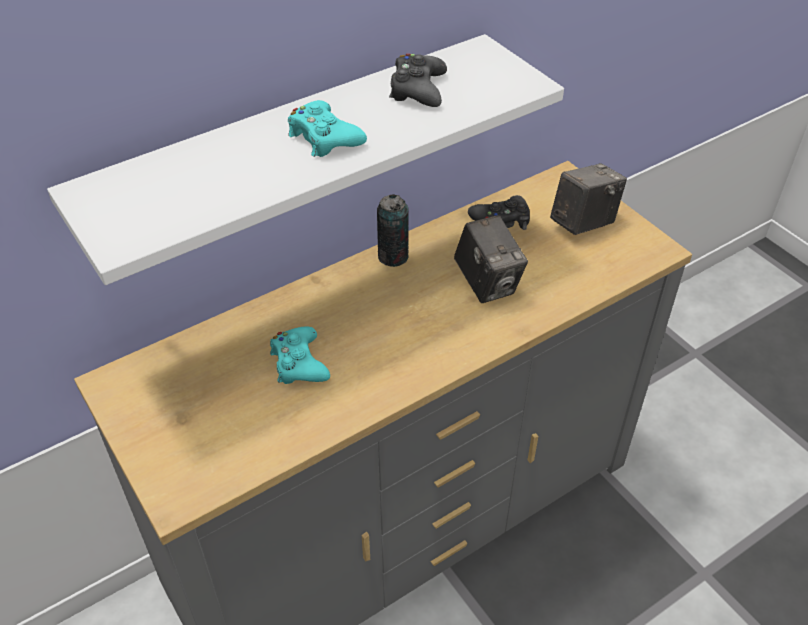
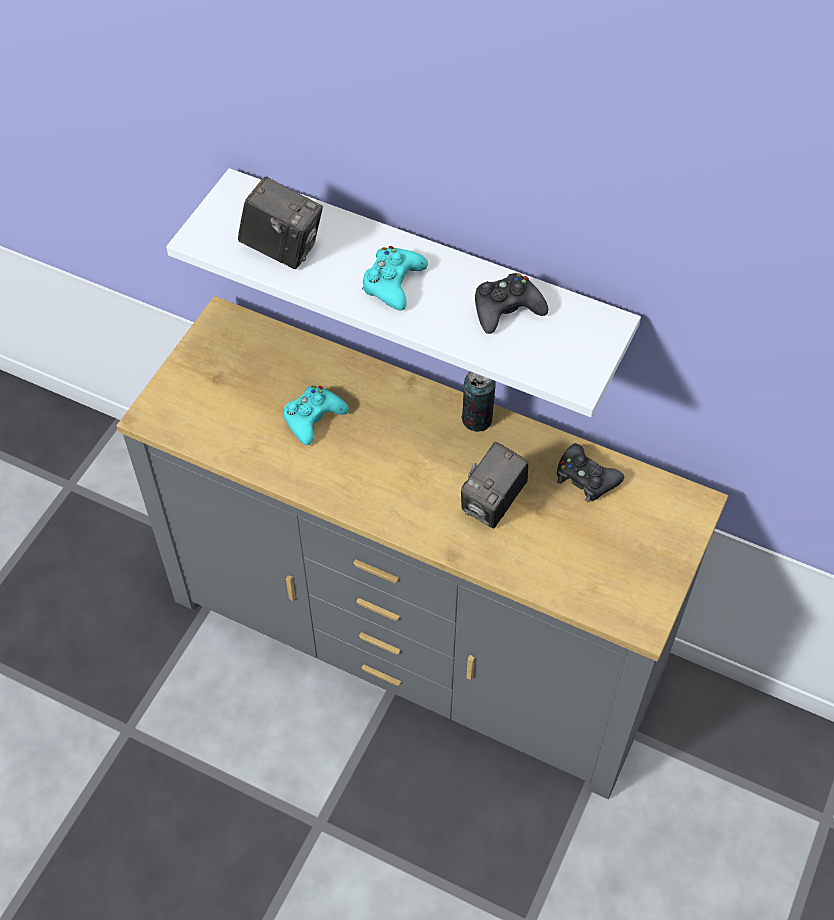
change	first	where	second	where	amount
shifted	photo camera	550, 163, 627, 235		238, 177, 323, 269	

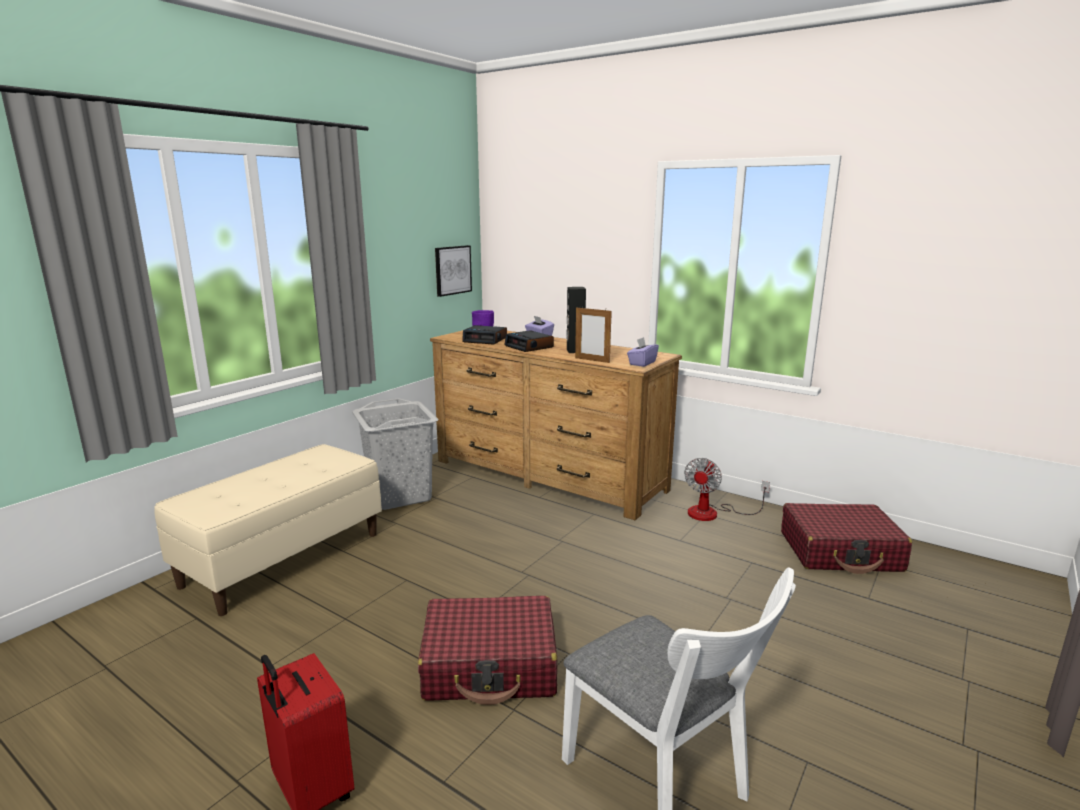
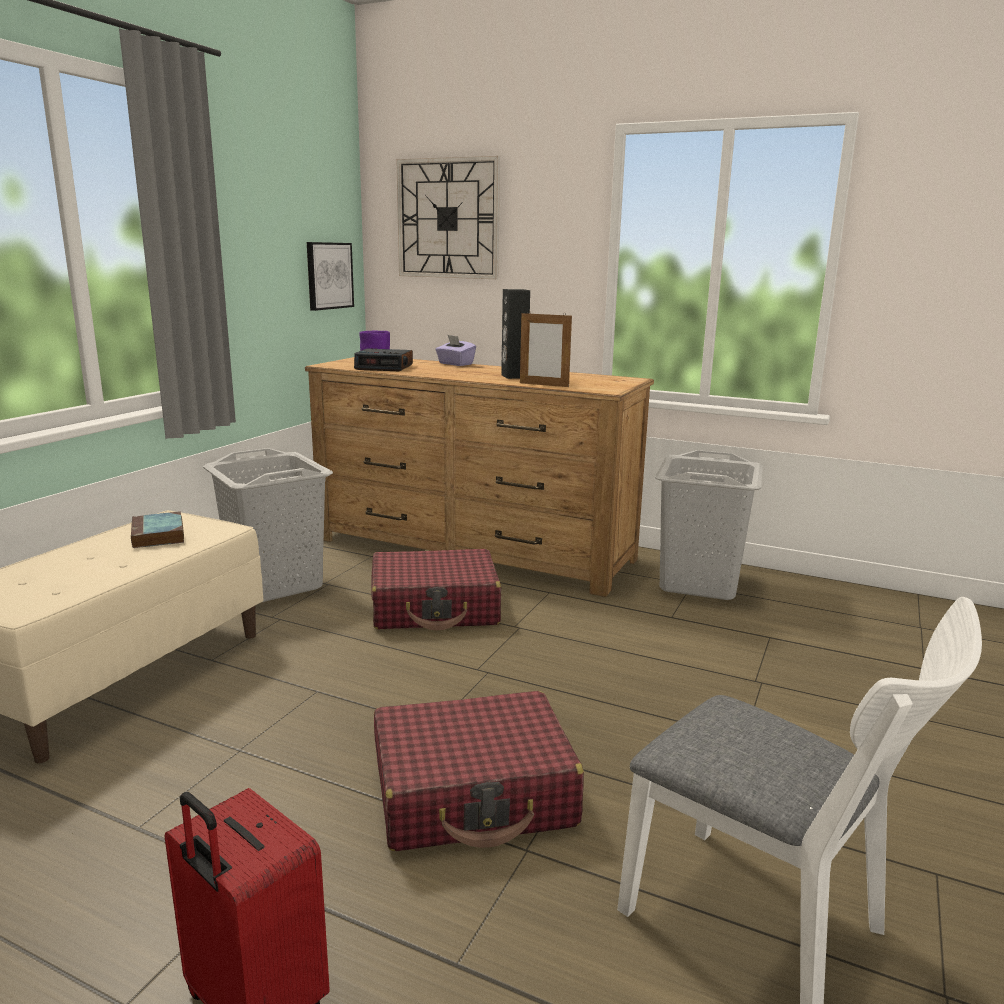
change	first	where	second	where	amount
gone	table clock	504, 330, 554, 352			
gone	purple-coloured tissue box	627, 337, 659, 367			
new			volume	131, 511, 184, 548	
new			wall clock	396, 156, 500, 279	
shifted	red suitcase	781, 503, 912, 574		371, 549, 501, 630	
swapped	cooling fan	684, 458, 770, 521	greyish hamper	655, 450, 763, 600	

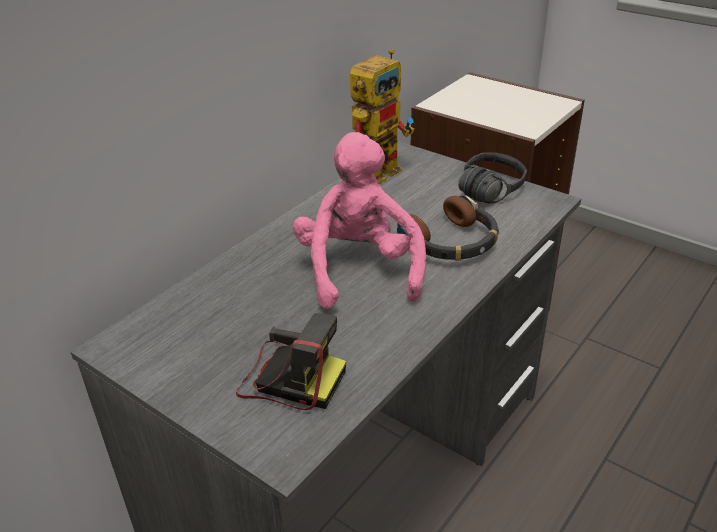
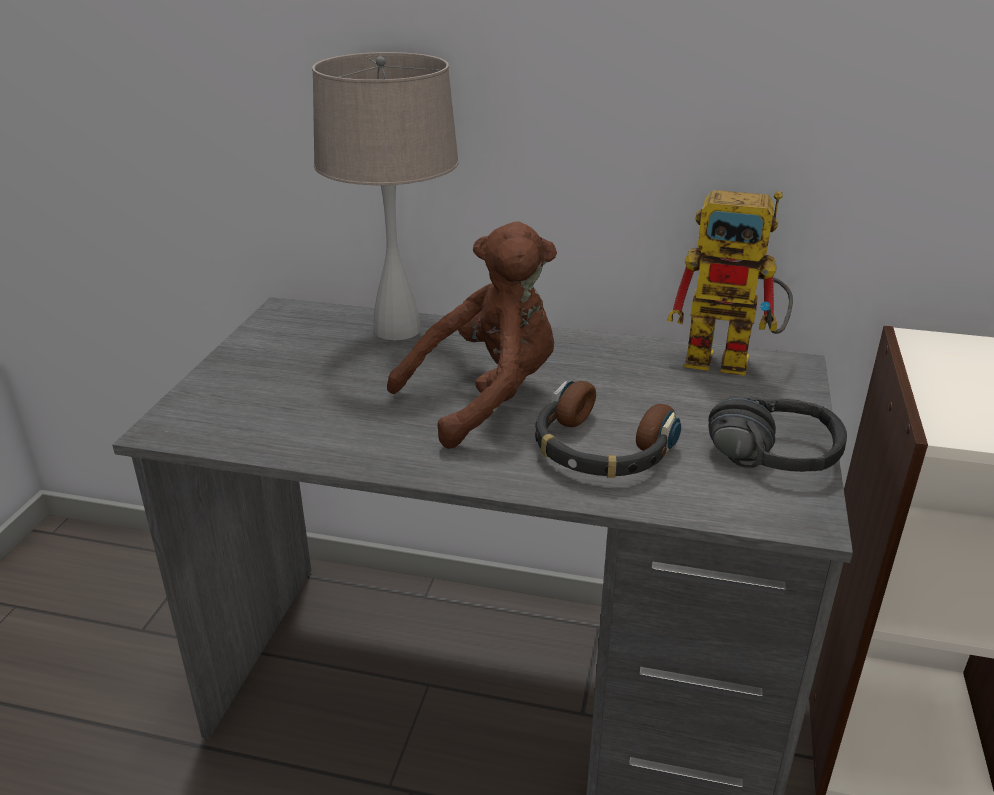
change	first	where	second	where	amount
gone	photo camera	236, 313, 346, 410			
new			beige tabletop lamp	312, 52, 459, 341	
repainted	pinkish soft toy	293, 132, 426, 309	brown soft toy	387, 222, 557, 449	

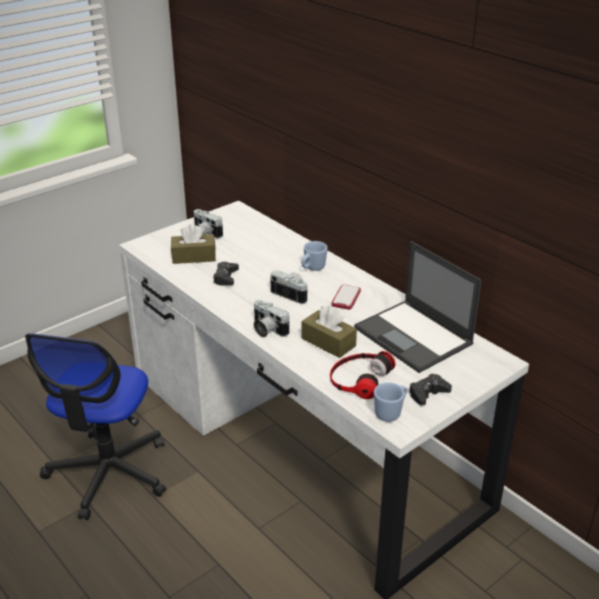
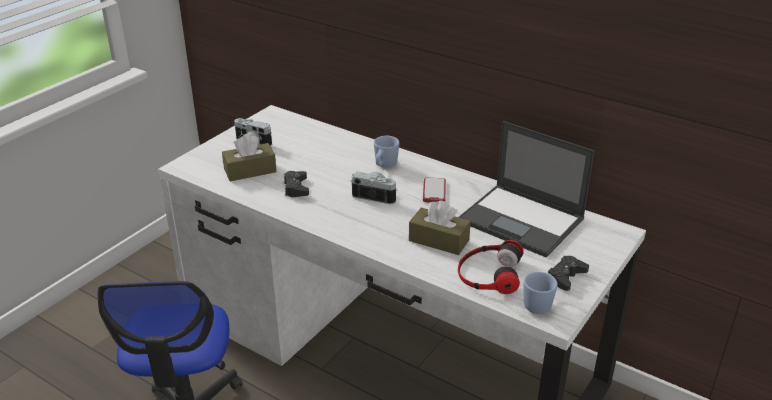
change	first	where	second	where	amount
gone	photo camera	254, 300, 289, 337			

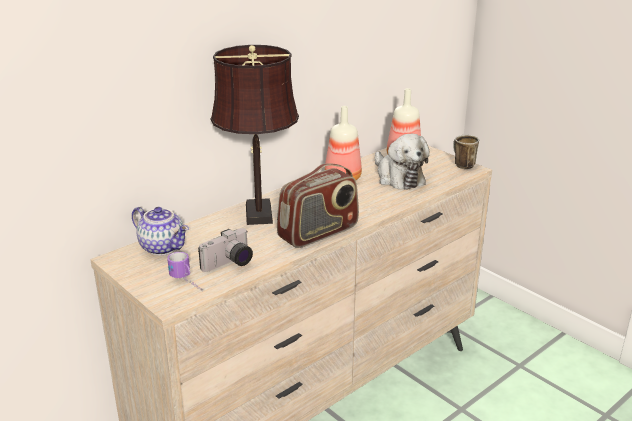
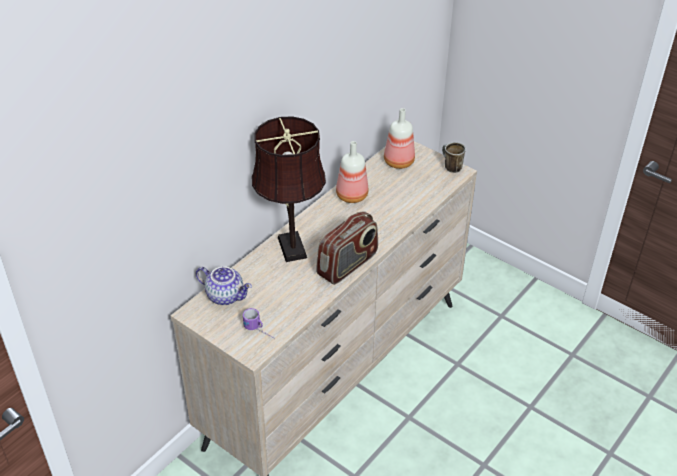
change	first	where	second	where	amount
gone	photo camera	198, 228, 253, 272			
gone	soft toy	375, 134, 430, 190			

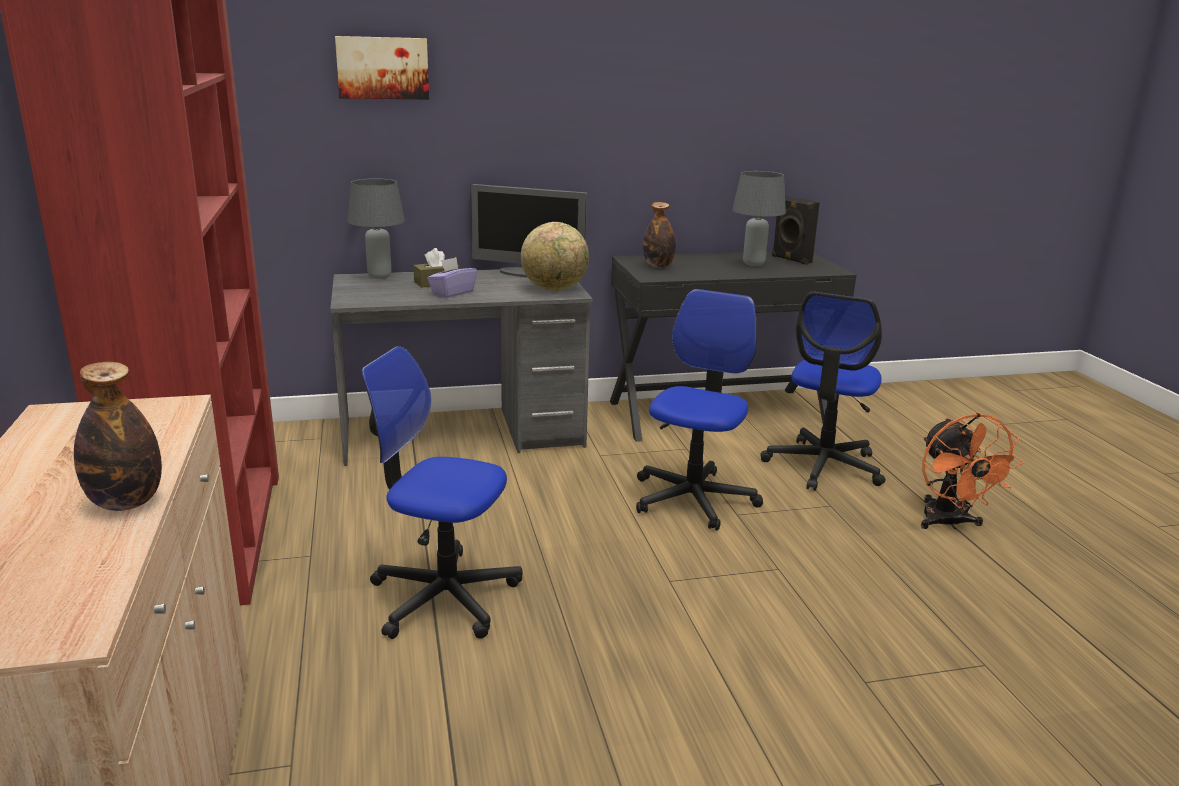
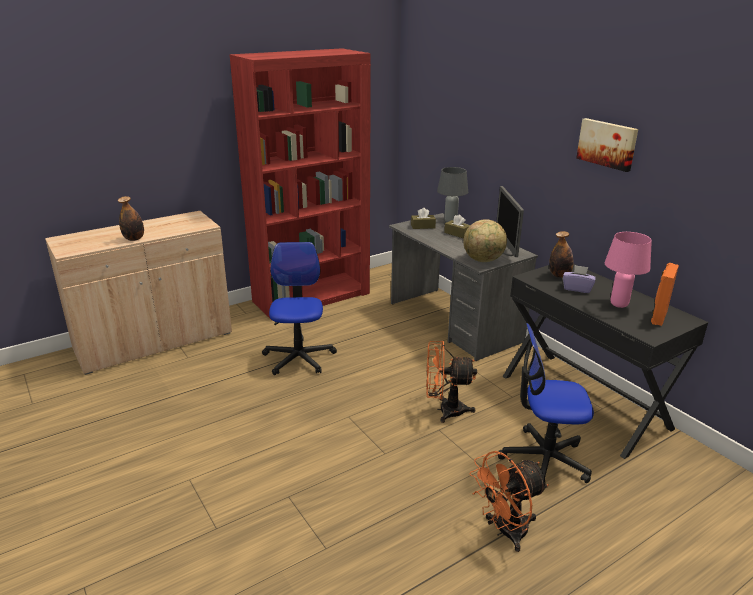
change	first	where	second	where	amount
new			brown tissue box	411, 208, 436, 229	
shifted	wall art	335, 36, 429, 99		576, 118, 638, 172	
shifted	purple-coloured tissue box	427, 257, 477, 298		563, 265, 595, 293	
swapped	computer chair	636, 289, 763, 531	orange cooling fan	426, 341, 477, 423	
repainted	greyish tabletop lamp	732, 171, 786, 266	pinkish tabletop lamp	605, 232, 652, 308	
repainted	black-coloured loudspeaker	772, 196, 820, 265	orange loudspeaker	651, 263, 679, 326	

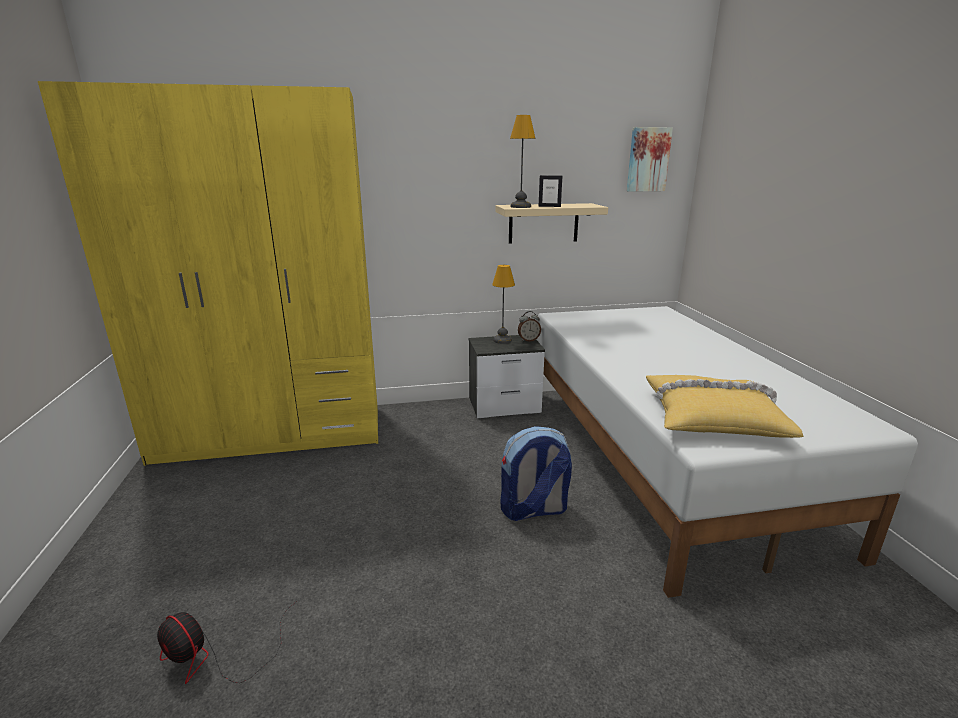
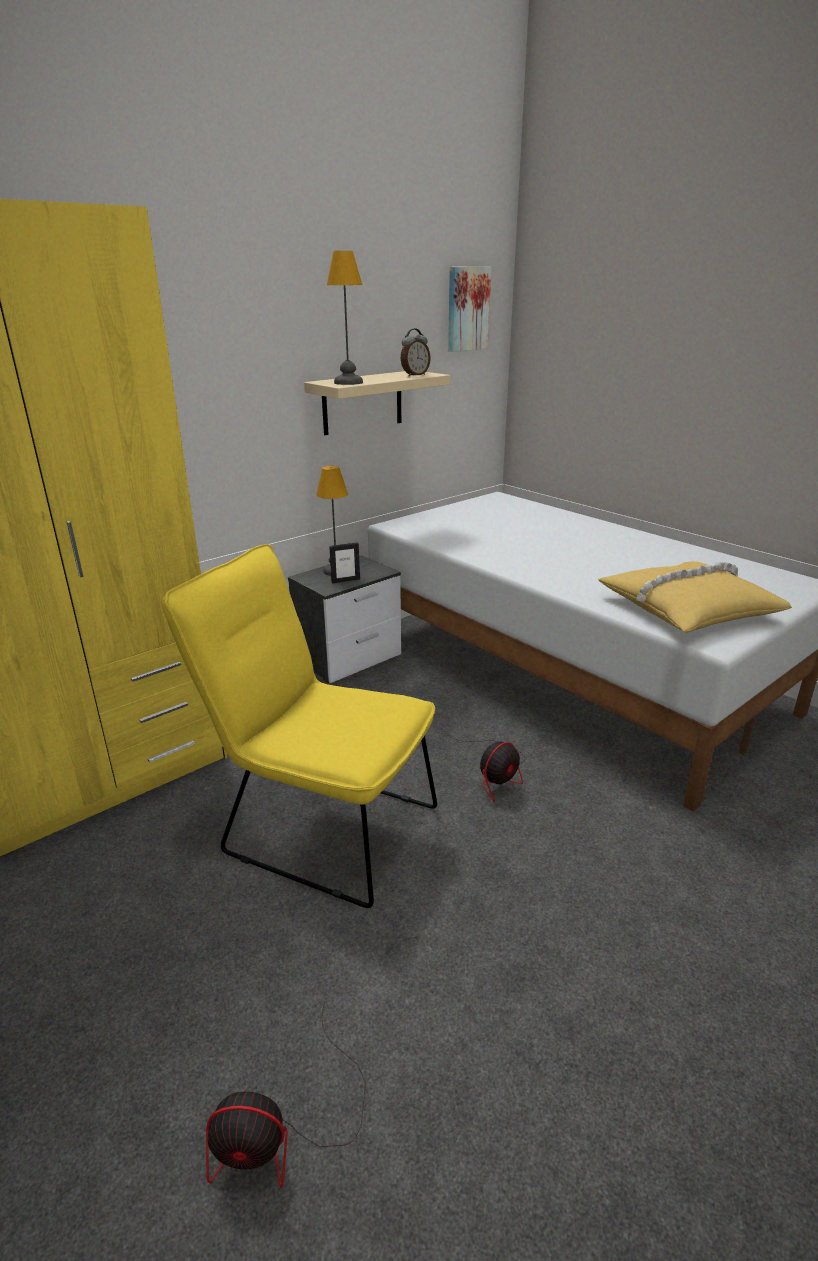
change	first	where	second	where	amount
new			yellowish upright chair	161, 544, 437, 908	
shifted	table clock	518, 311, 541, 341		401, 328, 431, 377	
shifted	standing frame	538, 175, 562, 207		329, 542, 360, 583	
swapped	rucksack	500, 426, 572, 521	cooling fan	446, 734, 525, 802	

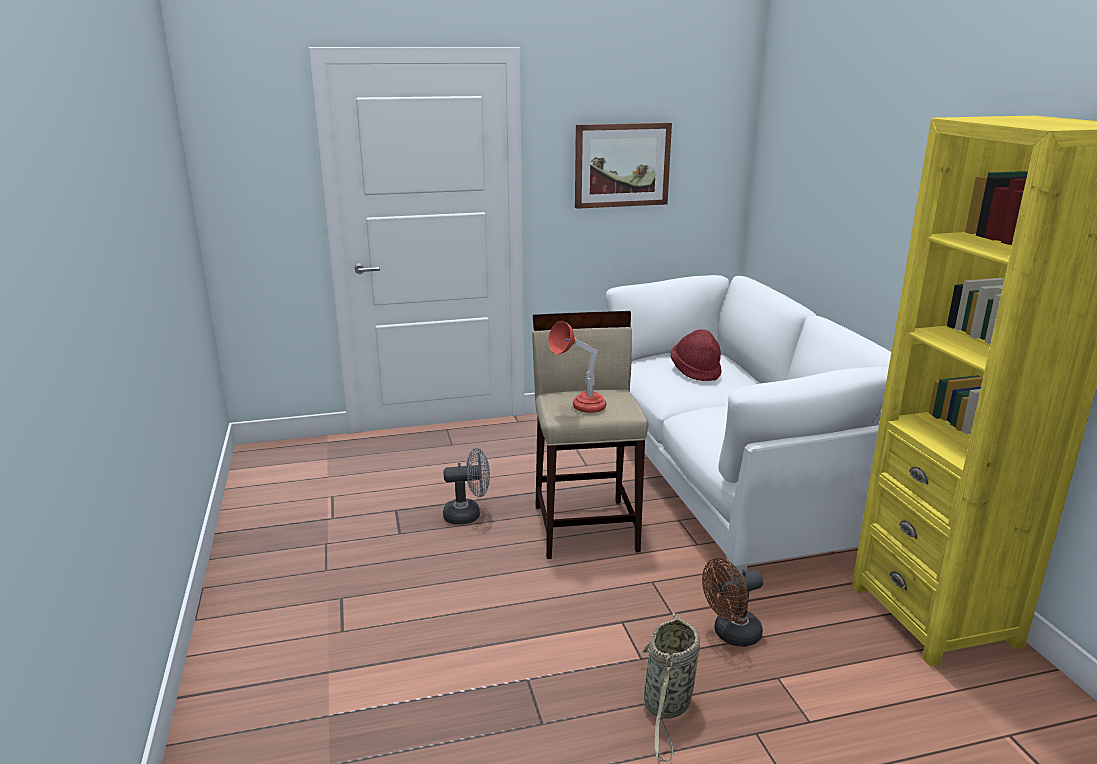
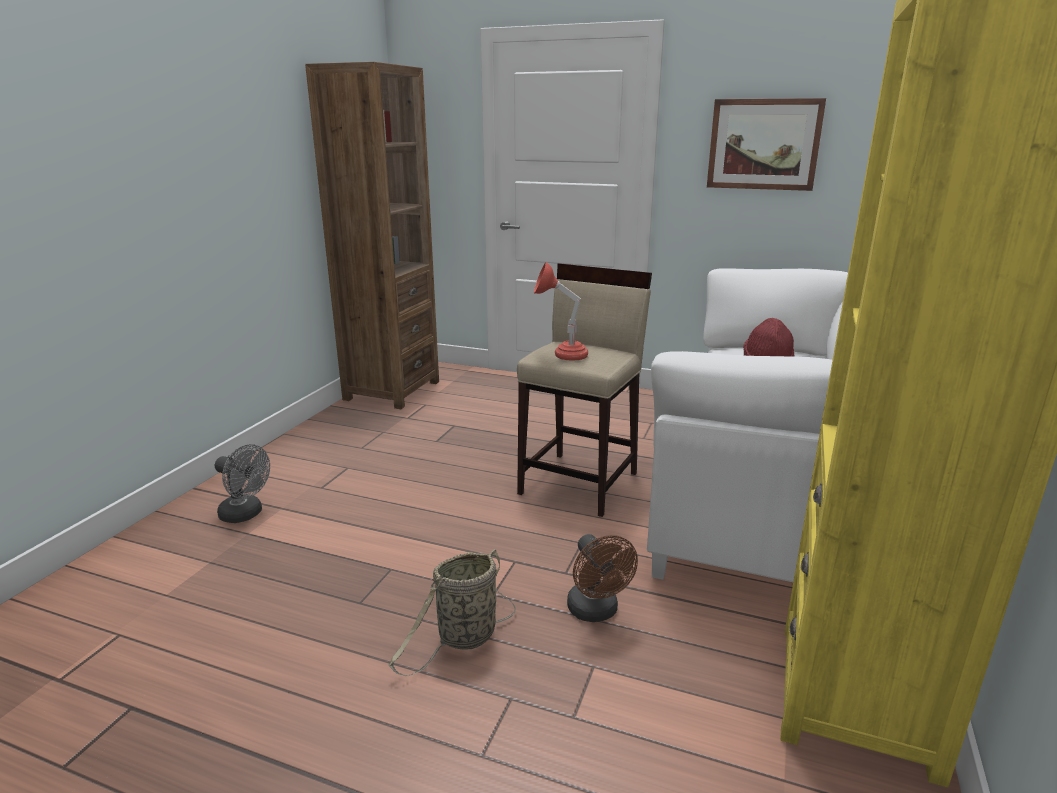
change	first	where	second	where	amount
new			brown bookcase	305, 62, 439, 409	
shifted	greyish cooling fan	443, 448, 490, 524		215, 444, 270, 523	
rotated	brown cooling fan	702, 558, 763, 647		567, 534, 638, 622	120 degrees counterclockwise

